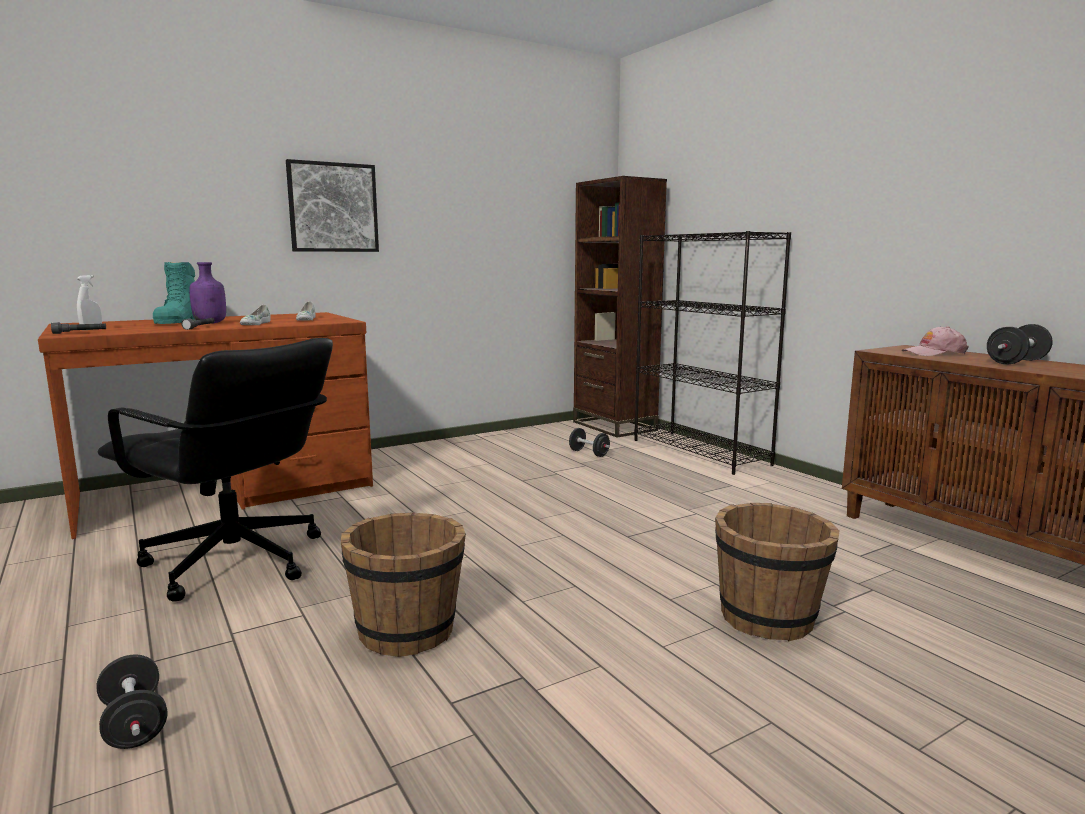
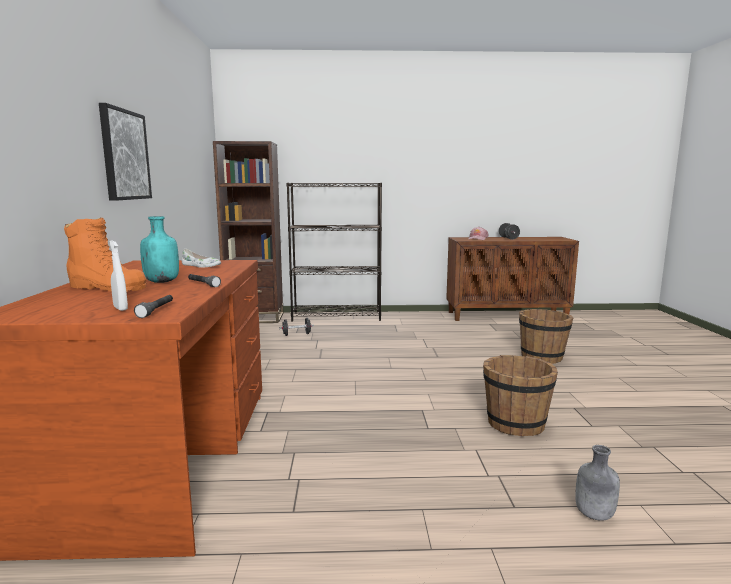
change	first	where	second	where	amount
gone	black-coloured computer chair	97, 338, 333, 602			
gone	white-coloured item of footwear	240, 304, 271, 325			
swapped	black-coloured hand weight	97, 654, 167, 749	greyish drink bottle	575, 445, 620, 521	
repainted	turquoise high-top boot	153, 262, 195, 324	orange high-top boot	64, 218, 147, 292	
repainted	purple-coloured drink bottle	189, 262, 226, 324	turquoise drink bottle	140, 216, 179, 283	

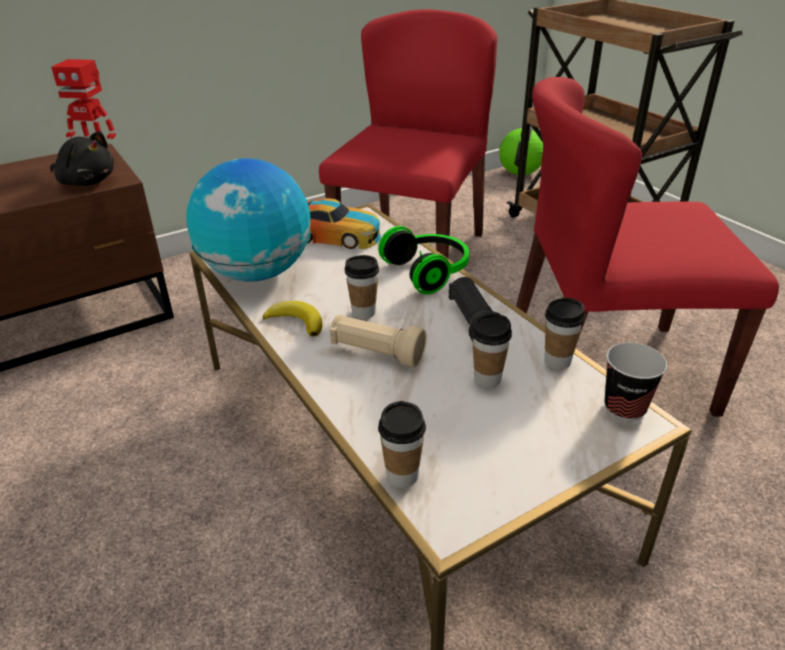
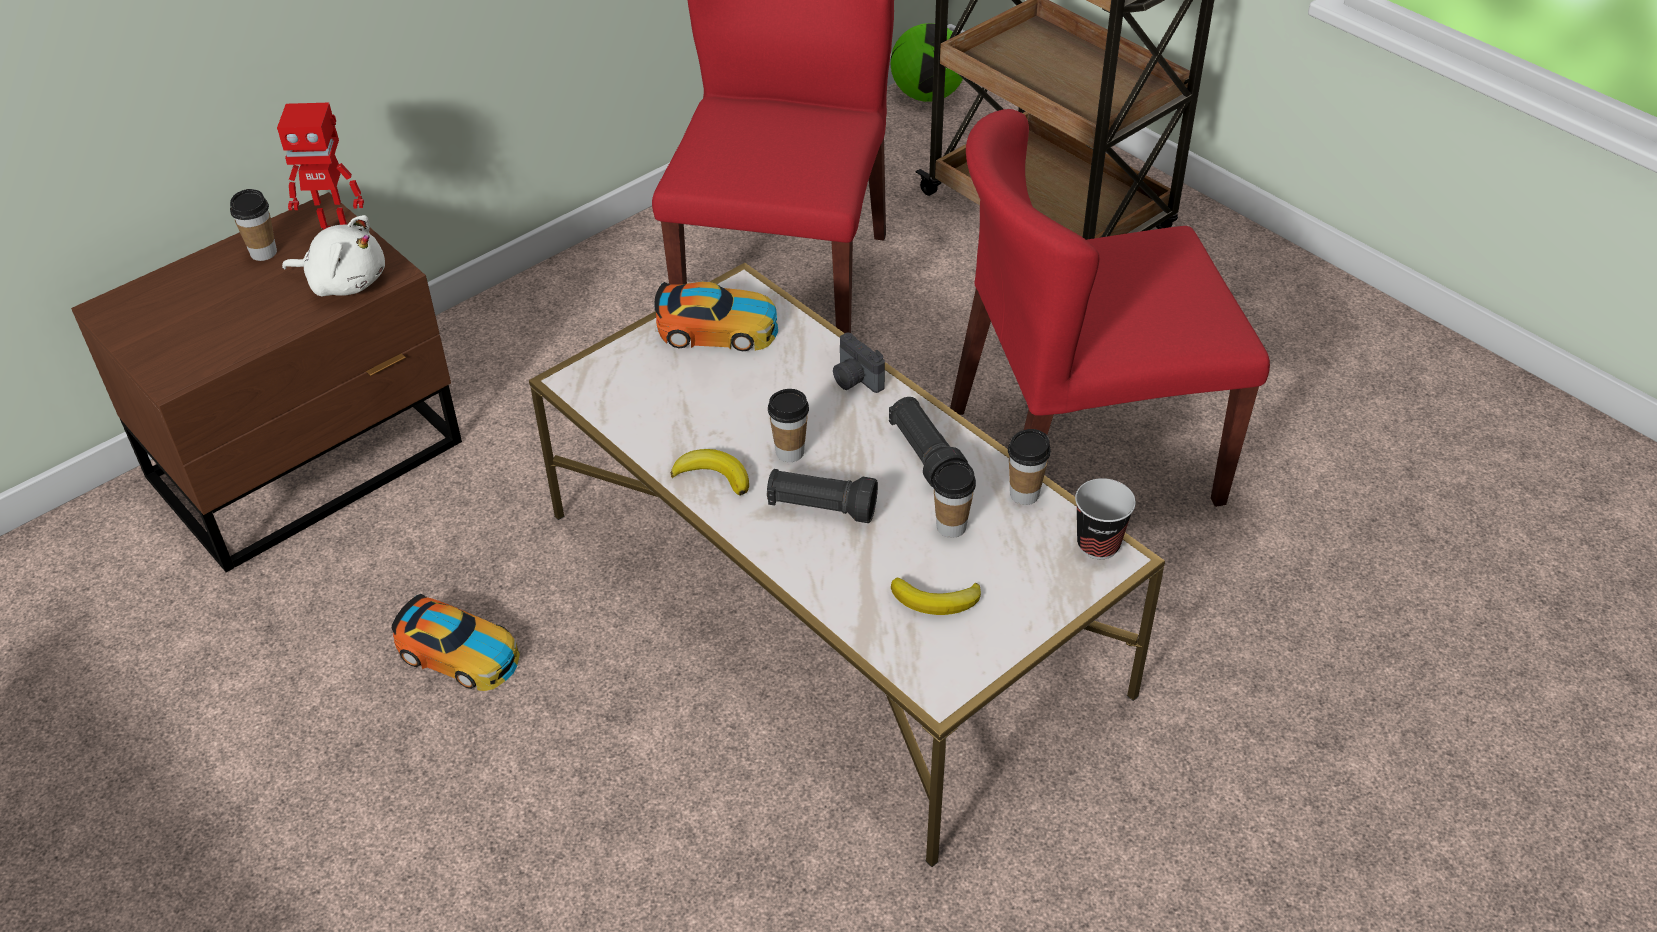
change	first	where	second	where	amount
gone	world globe	186, 158, 311, 281			
new			toy car	391, 594, 520, 691	
new			whole banana	891, 578, 981, 615	
shifted	cup	378, 401, 426, 488		230, 189, 277, 261	
swapped	pair of headphones	378, 226, 469, 294	photo camera	833, 333, 885, 393	
repainted	black-coloured soft toy	50, 131, 114, 186	white-coloured soft toy	282, 215, 385, 296	
repainted	beige torch	330, 314, 427, 367	black-coloured torch	767, 469, 878, 523	

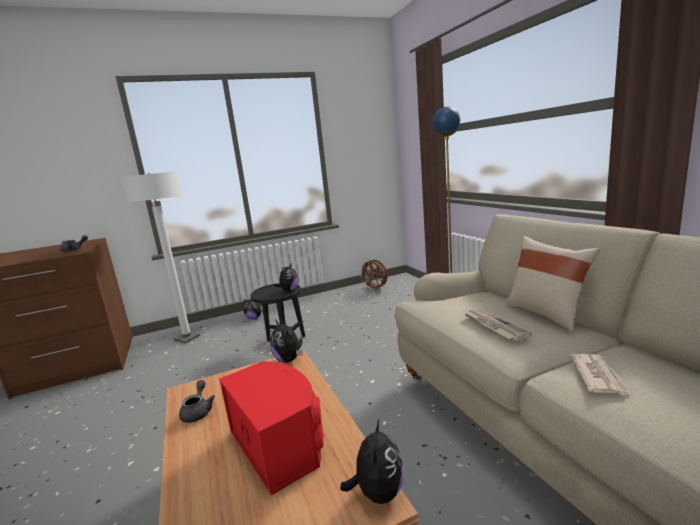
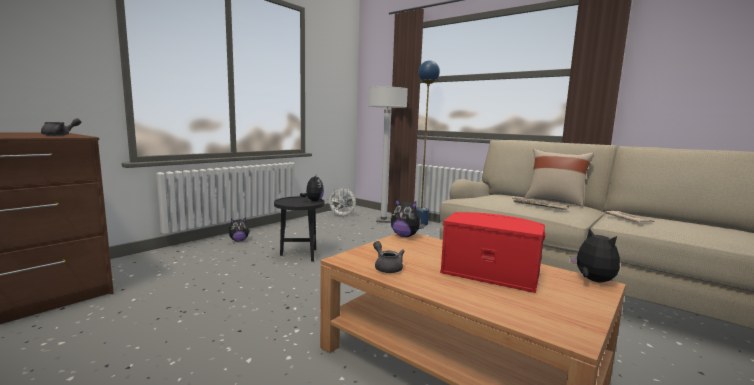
change	first	where	second	where	amount
shifted	white-coloured floor lamp	120, 171, 200, 343		368, 86, 408, 223	
repainted	brown cooling fan	360, 260, 388, 291	white-coloured cooling fan	327, 187, 356, 217	

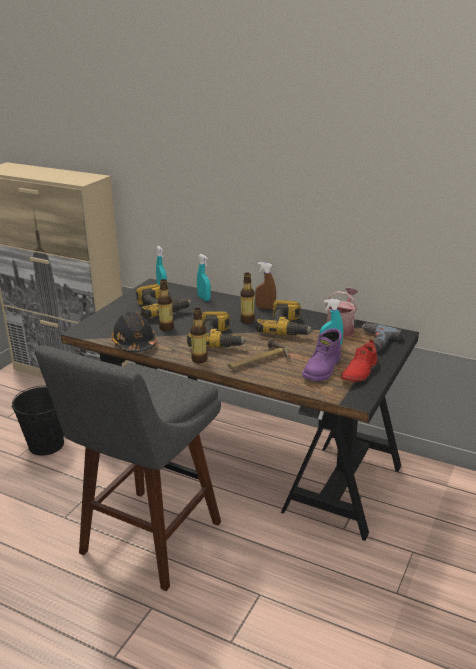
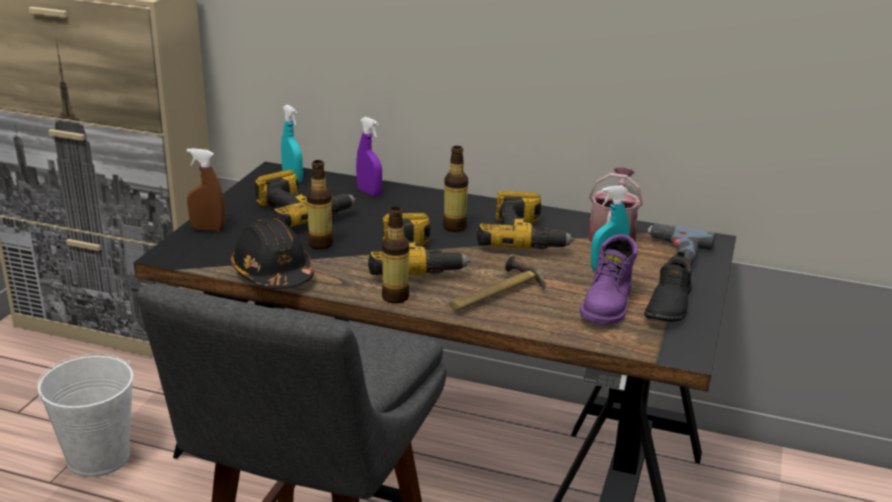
change	first	where	second	where	amount
shifted	brown sprayer	255, 262, 276, 309		187, 148, 226, 231	
repainted	black-coloured water bucket	12, 386, 64, 456	white-coloured water bucket	38, 354, 133, 477	
repainted	turquoise sprayer	197, 254, 211, 301	purple-coloured sprayer	356, 117, 382, 197	
repainted	red item of footwear	341, 339, 378, 381	black-coloured item of footwear	644, 251, 692, 322	

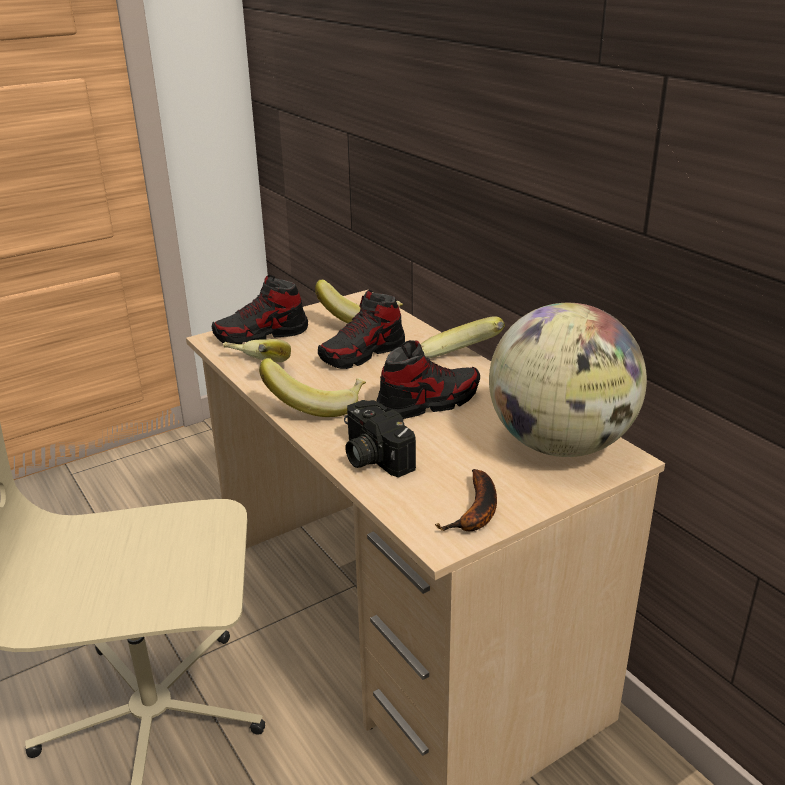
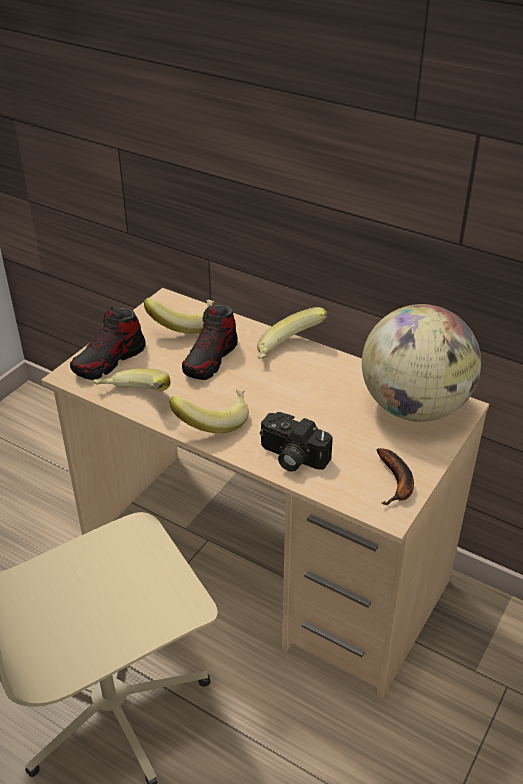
change	first	where	second	where	amount
gone	item of footwear	377, 340, 480, 419			

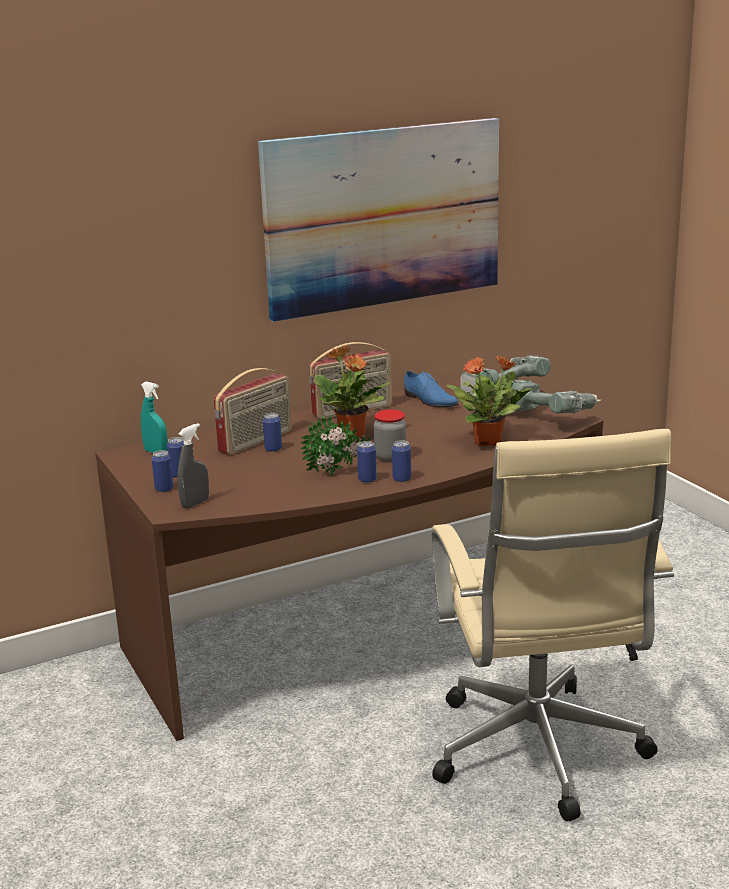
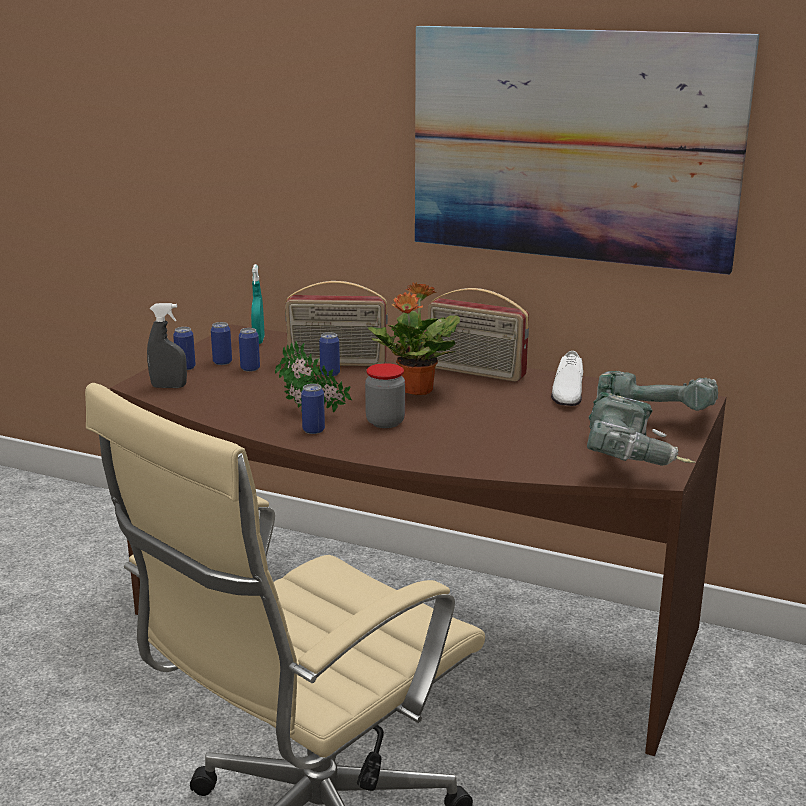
change	first	where	second	where	amount
gone	houseplant	446, 355, 533, 446			
shifted	can	392, 440, 411, 482		239, 328, 260, 372	
repainted	blue item of footwear	404, 371, 458, 407	white-coloured item of footwear	551, 351, 583, 406	

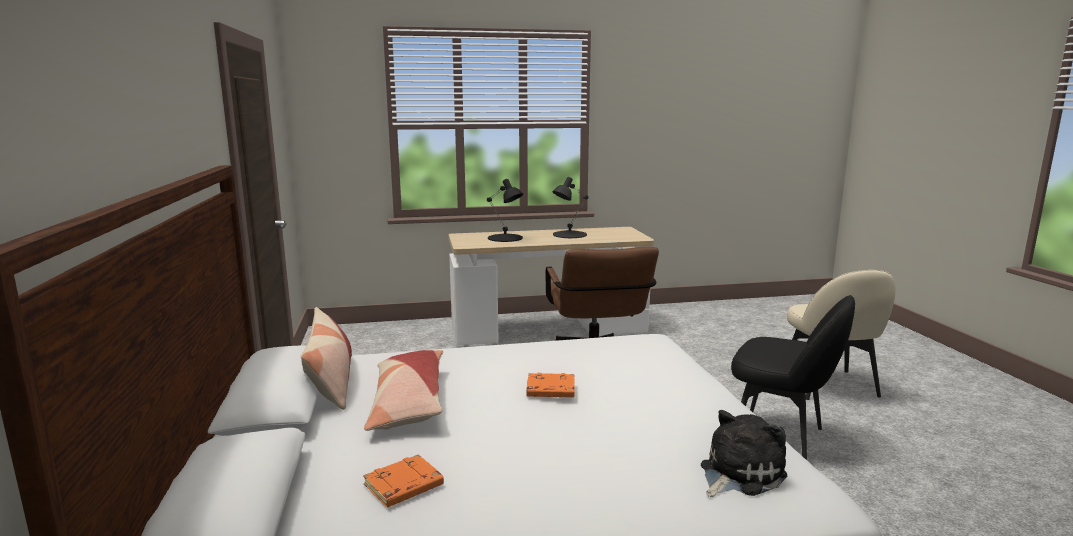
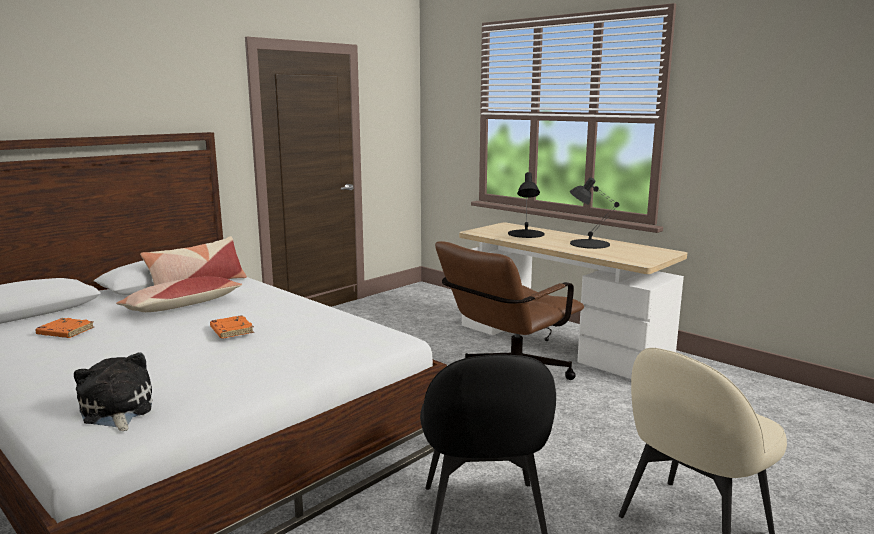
change	first	where	second	where	amount
rotated	soft toy	701, 410, 787, 497		74, 352, 153, 431	135 degrees counterclockwise

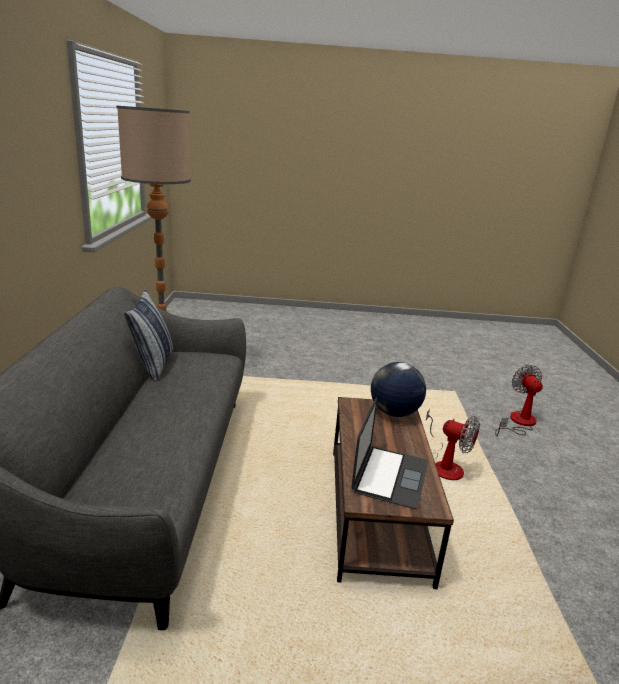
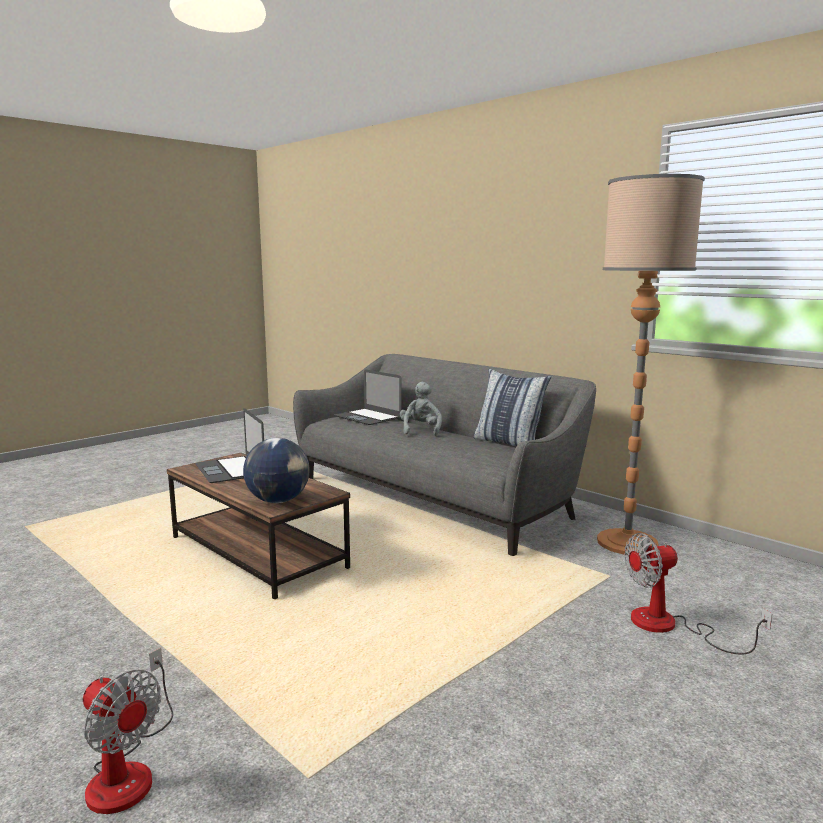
change	first	where	second	where	amount
new			notebook computer	334, 369, 402, 425	
new			greyish soft toy	400, 382, 442, 436	
shifted	cooling fan	426, 409, 480, 480		624, 533, 772, 655	

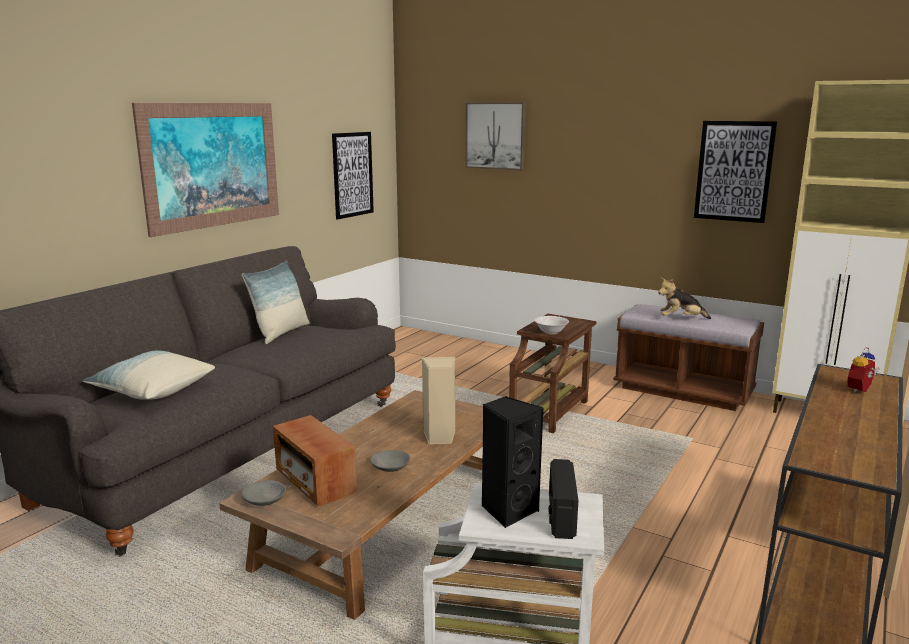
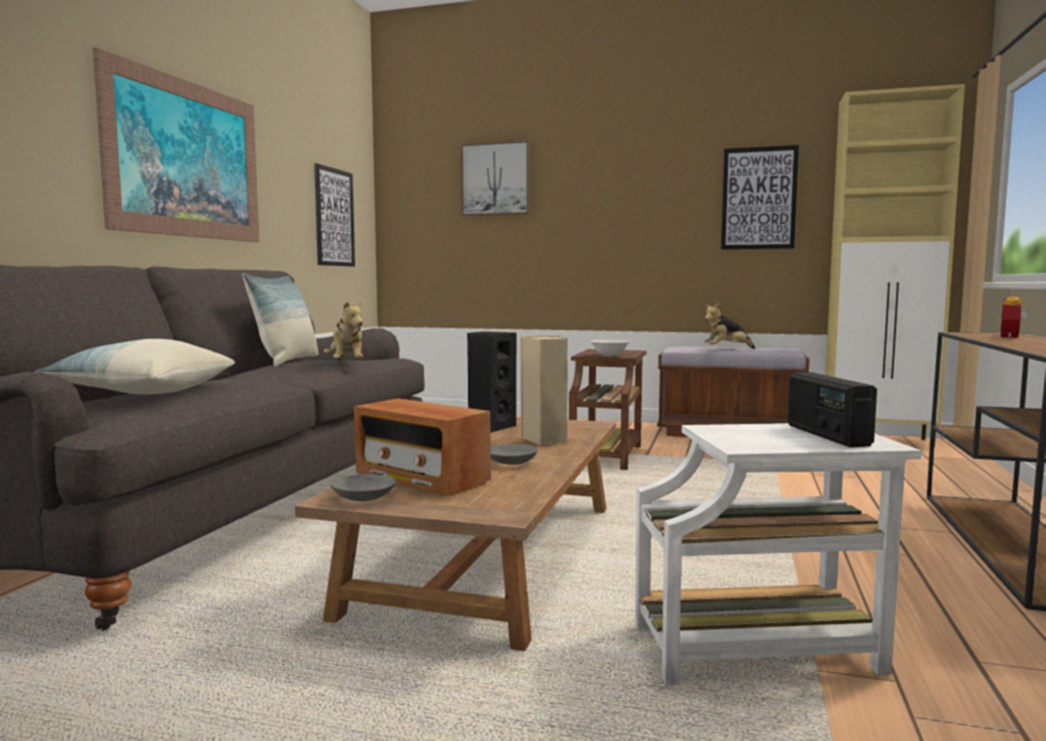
change	first	where	second	where	amount
new			soft toy	324, 300, 363, 361	
shifted	black-coloured loudspeaker	481, 396, 543, 528		467, 332, 516, 433	

